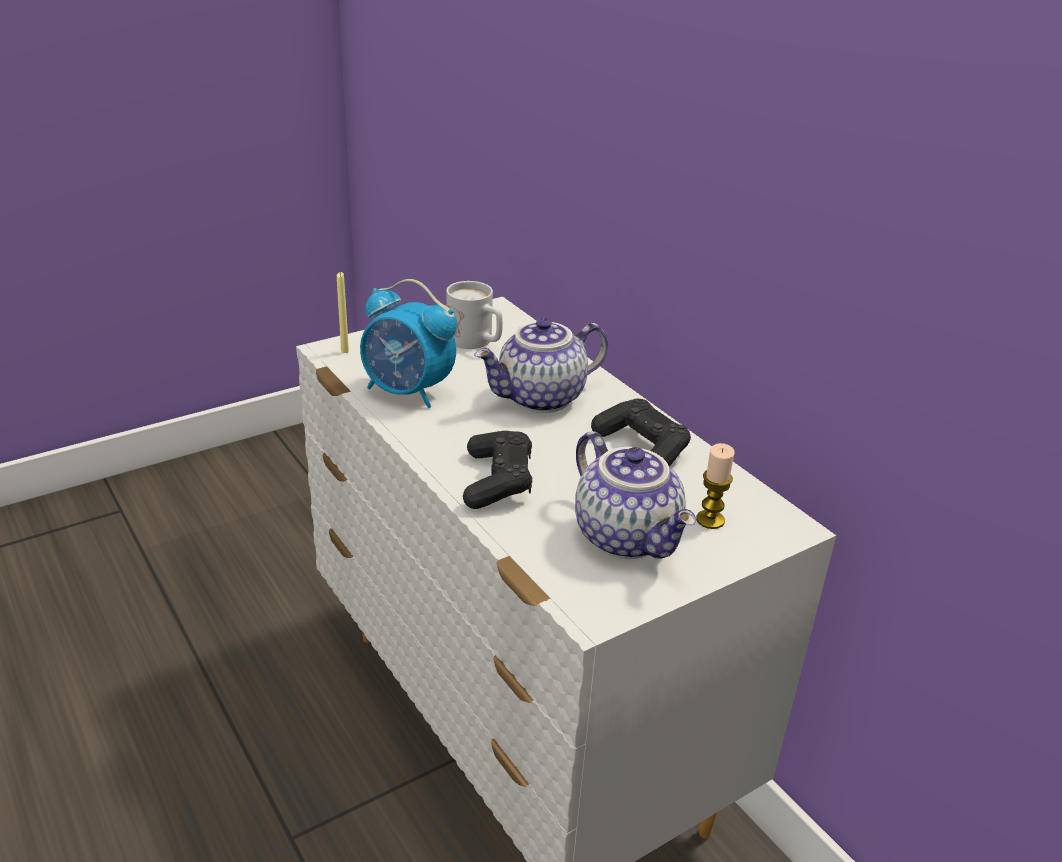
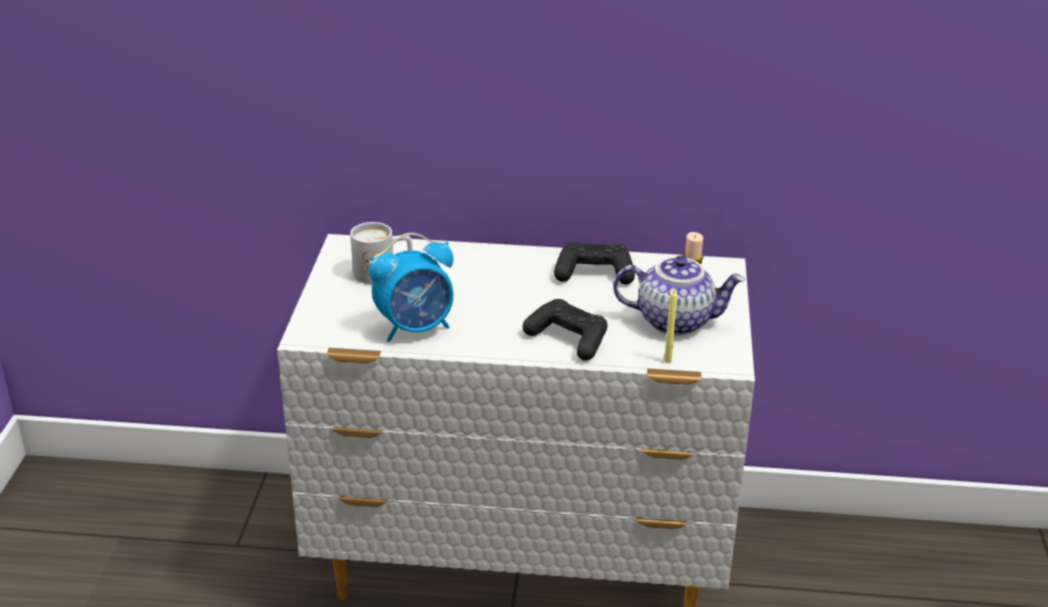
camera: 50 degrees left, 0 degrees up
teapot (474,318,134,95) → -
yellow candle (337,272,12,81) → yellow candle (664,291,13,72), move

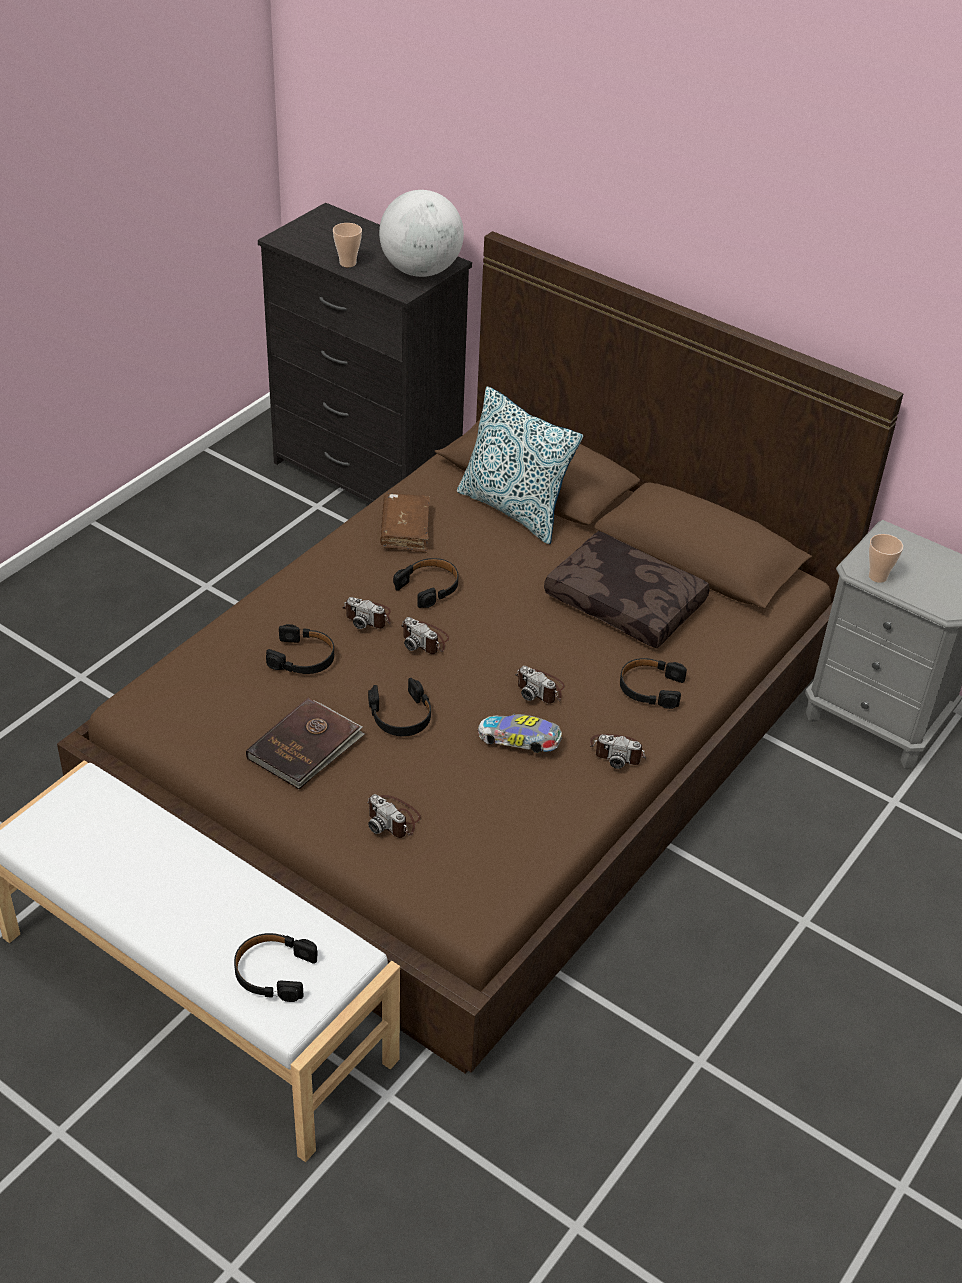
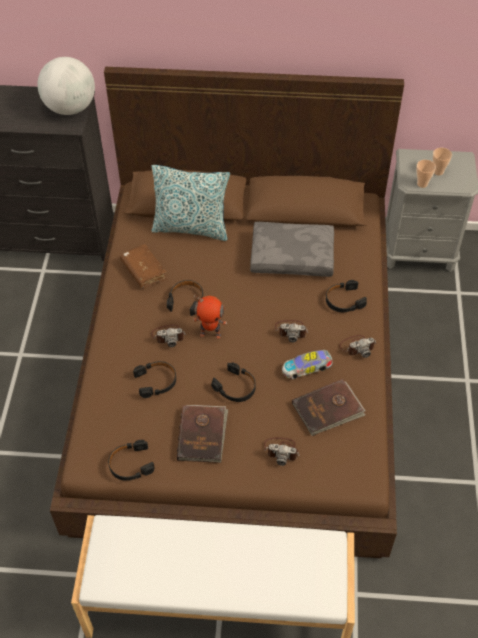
camera: 30 degrees left, 10 degrees up
- → brown book (292,379,74,57)
black headphones (234,933,84,69) → black headphones (108,440,47,41), move
cup (333,223,29,44) → cup (433,148,19,28), move
photo camera (401,617,48,37) → toy robot (193,294,34,45)
brown pillow (544,531,166,118) → grey pillow (250,222,84,55)

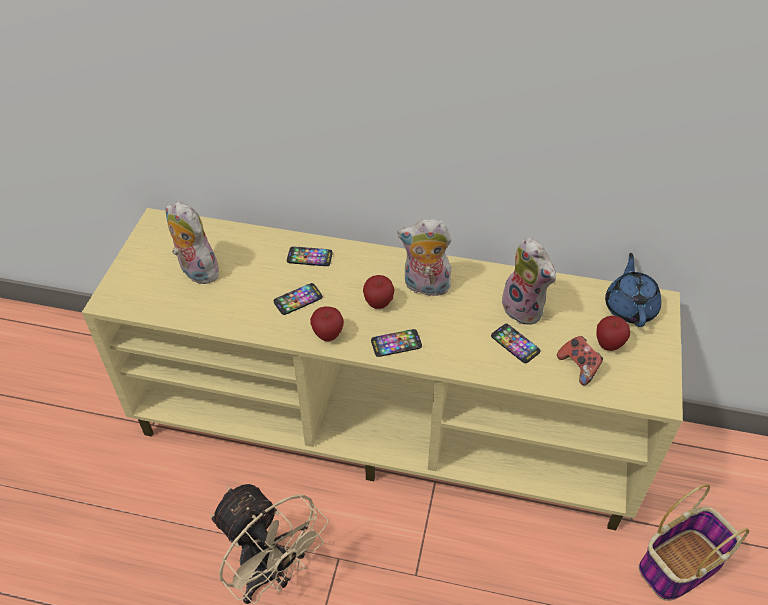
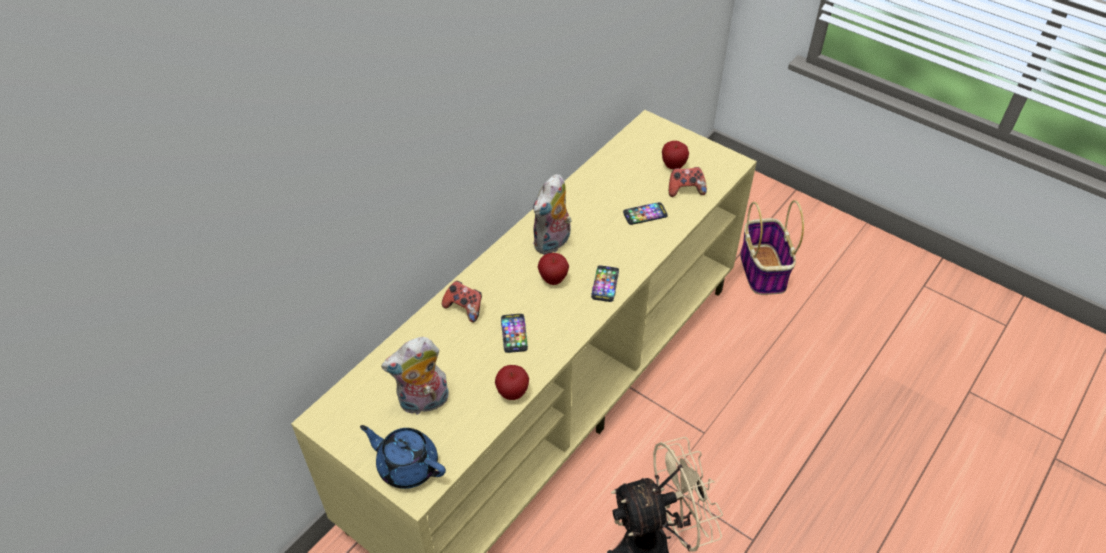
camera: 65 degrees left, 0 degrees up
plush toy (502,237,54,88) → -
apple (310,306,34,35) → apple (495,365,34,35), move
blue teapot (605,253,57,74) → blue teapot (360,425,86,64), move
phone (287,246,46,20) → game controller (442,281,40,42)

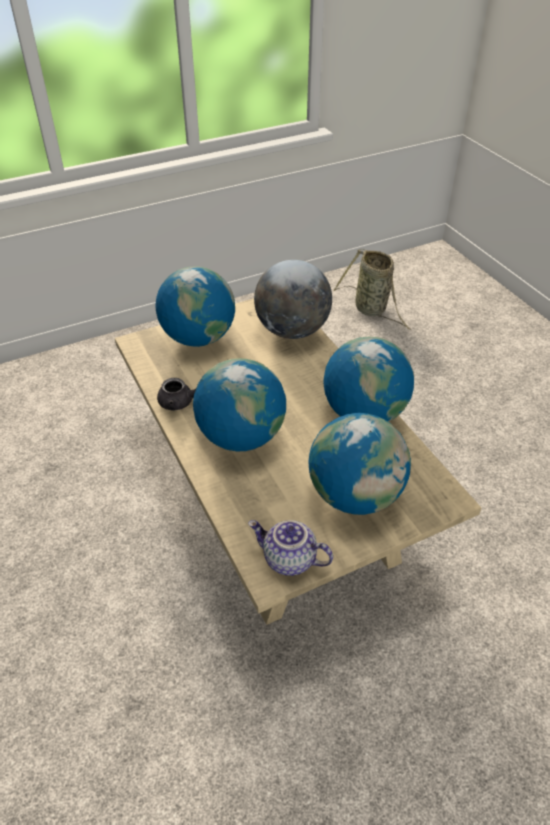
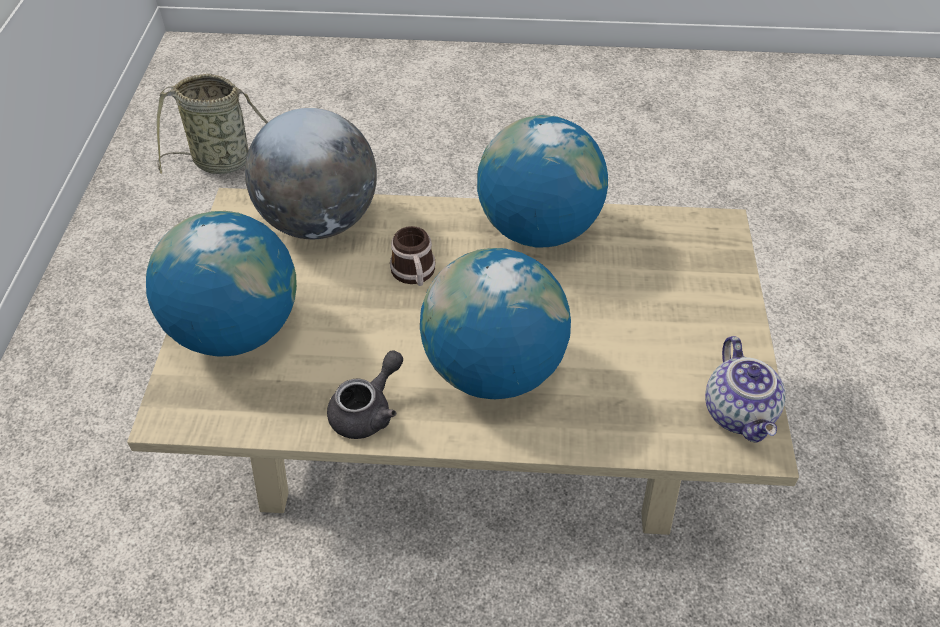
camera: 60 degrees left, 5 degrees up
globe (309,413,102,102) → -
- → mug (390,226,46,60)
teapot (248,520,85,56) → teapot (705,336,81,107), 60 degrees counterclockwise

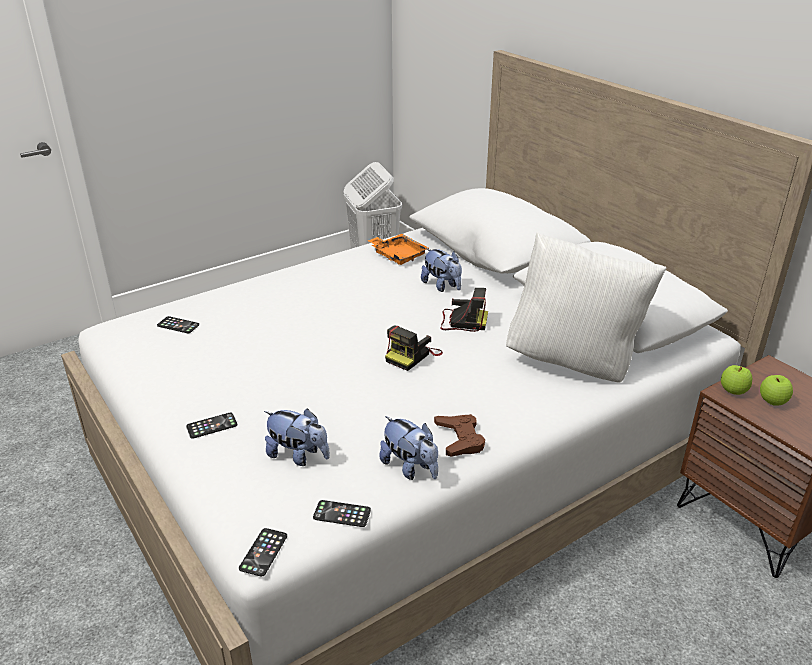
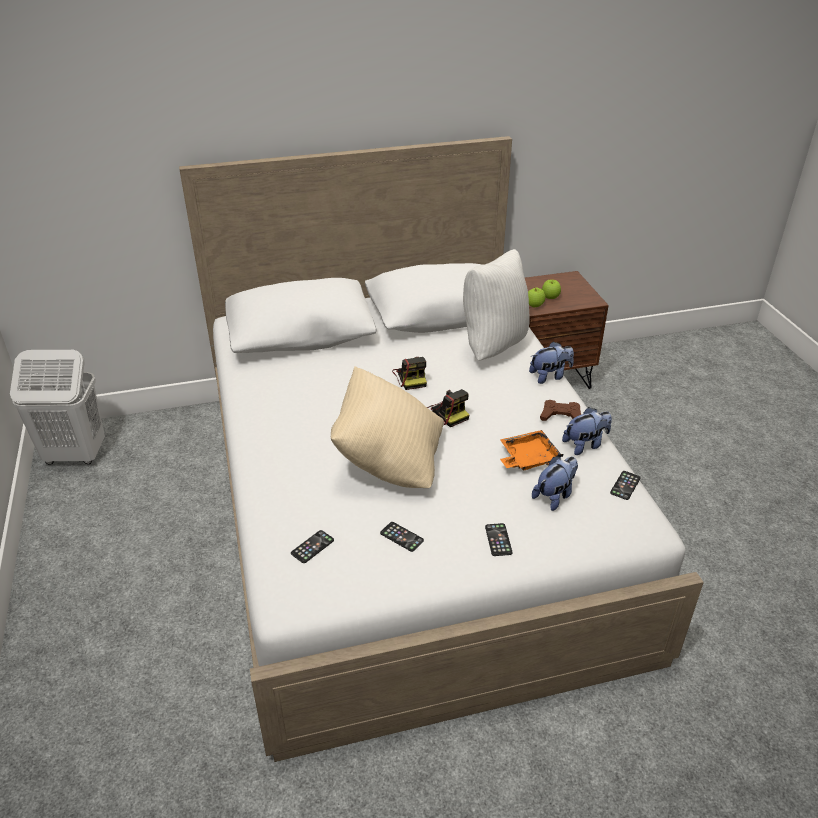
camera: 70 degrees left, 5 degrees up
- → beige pillow (331,366,113,122)
phone (239,528,48,49) → phone (380,522,44,30), move
orange tray (367,234,62,31) → orange tray (500,430,63,40), move
plush toy (421,248,41,44) → plush toy (529,341,45,43), move
photo camera (440,288,48,44) → photo camera (392,357,35,33), 135 degrees clockwise

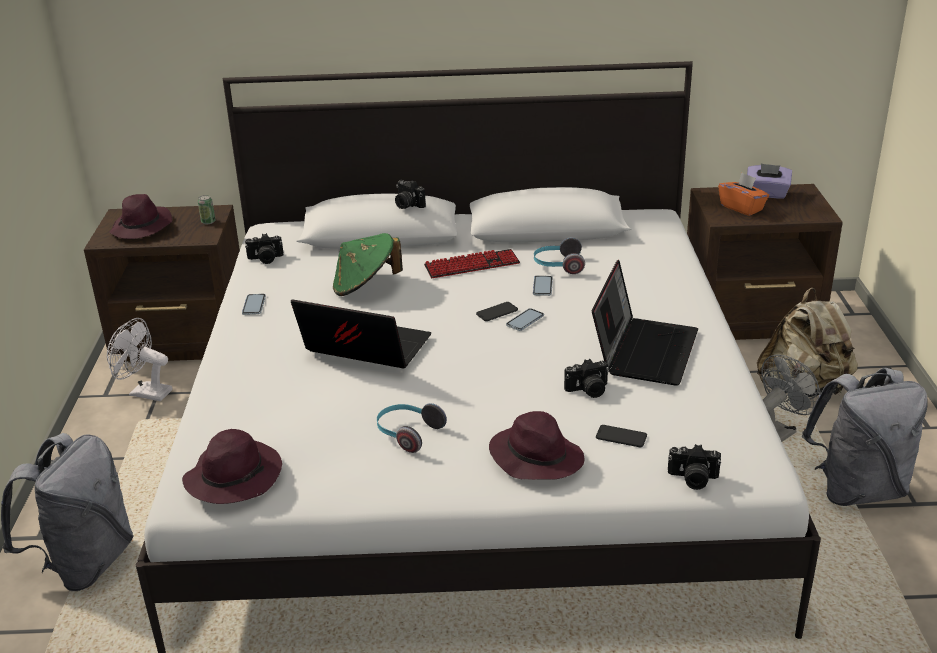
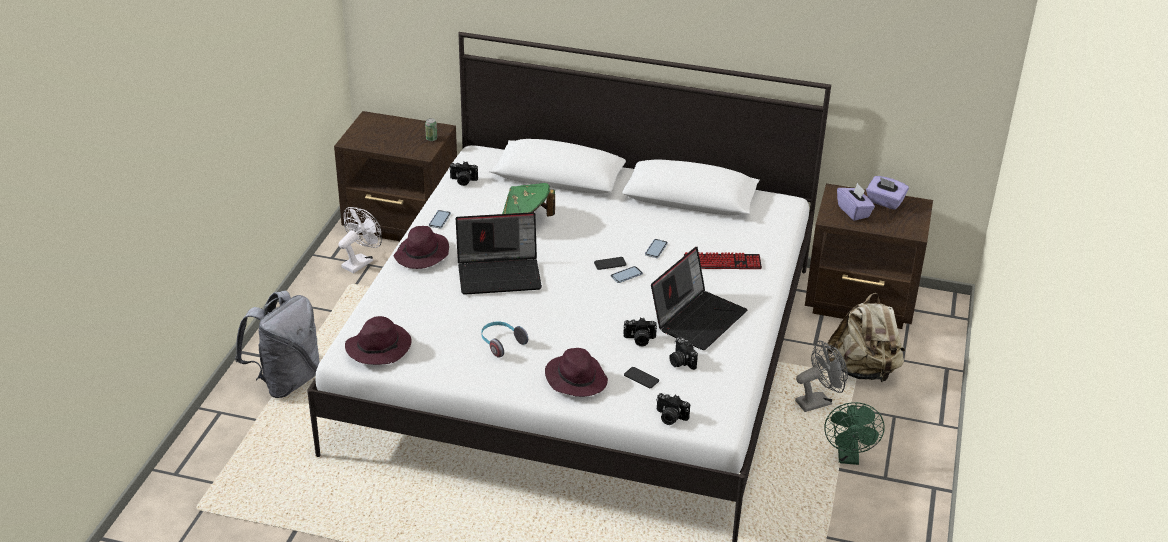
camera: 15 degrees right, 5 degrees up
headphones (534,238,51,36) → -
purple hat (109,194,63,45) → purple hat (394,226,55,43), move
photo camera (395,180,31,29) → photo camera (669,337,29,33), move
keyboard (424,249,96,29) → keyboard (684,252,78,17), move
grey backpack (802,368,126,138) → green fan (824,402,61,63)
orange tissue box (718,172,51,44) → purple tissue box (837,183,38,38)
white fan (107,318,65,83) → white fan (338,207,44,66), 90 degrees clockwise
laptop (291,299,140,69) → laptop (456,212,86,83), 135 degrees clockwise

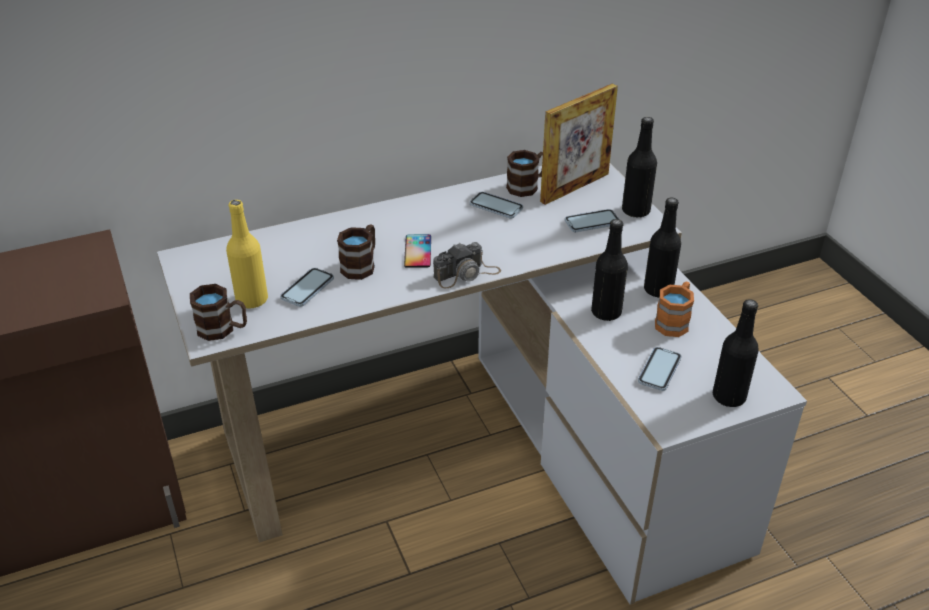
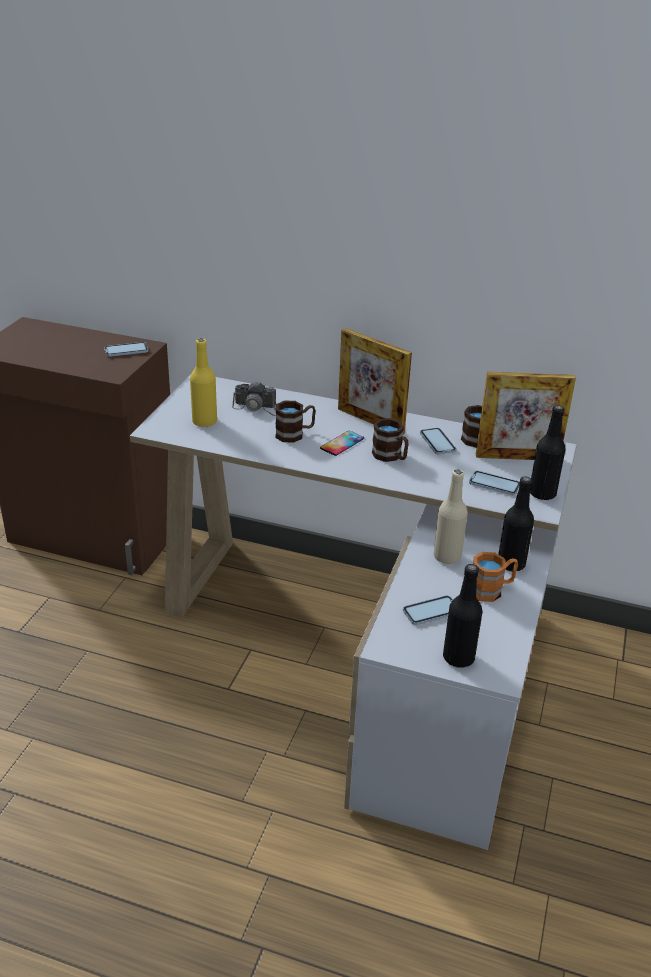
camera: 40 degrees right, 5 degrees down
- → picture frame (338,328,74,106)
brown mug (190,284,57,57) → brown mug (372,418,37,44), move
phone (280,268,54,39) → phone (104,342,44,15), move
photo camera (433,242,68,46) → photo camera (232,382,44,34), move
black bottle (591,219,37,102) → beige bottle (434,469,34,95)

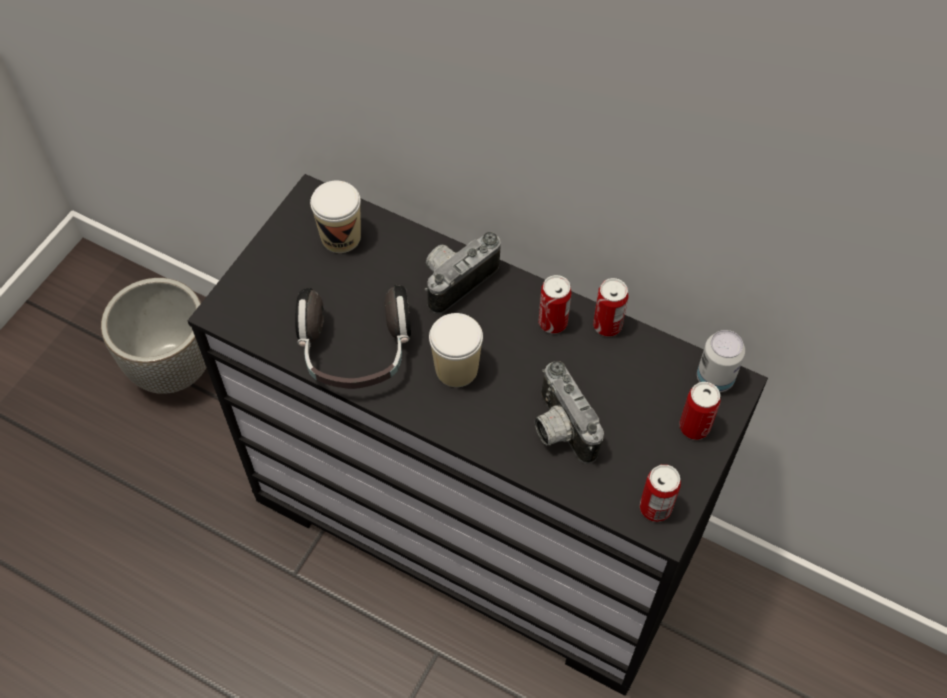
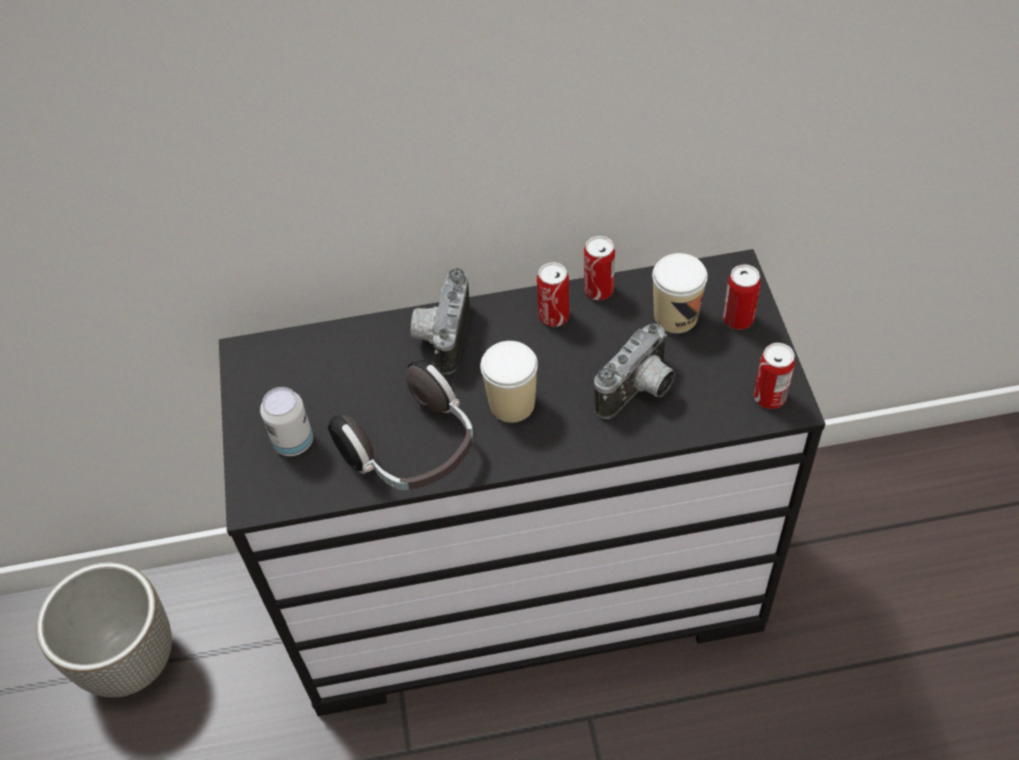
camera: 35 degrees left, 5 degrees down
cup (310,181,51,72) → cup (652,253,56,80), move
can (697,330,48,62) → can (260,387,53,69), move
photo camera (535,361,69,103) → photo camera (594,324,81,95), 75 degrees counterclockwise

